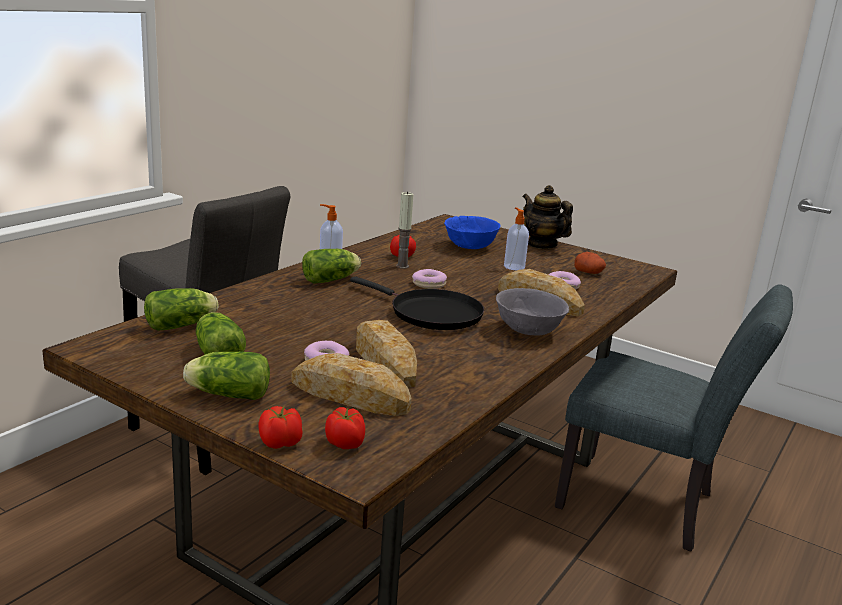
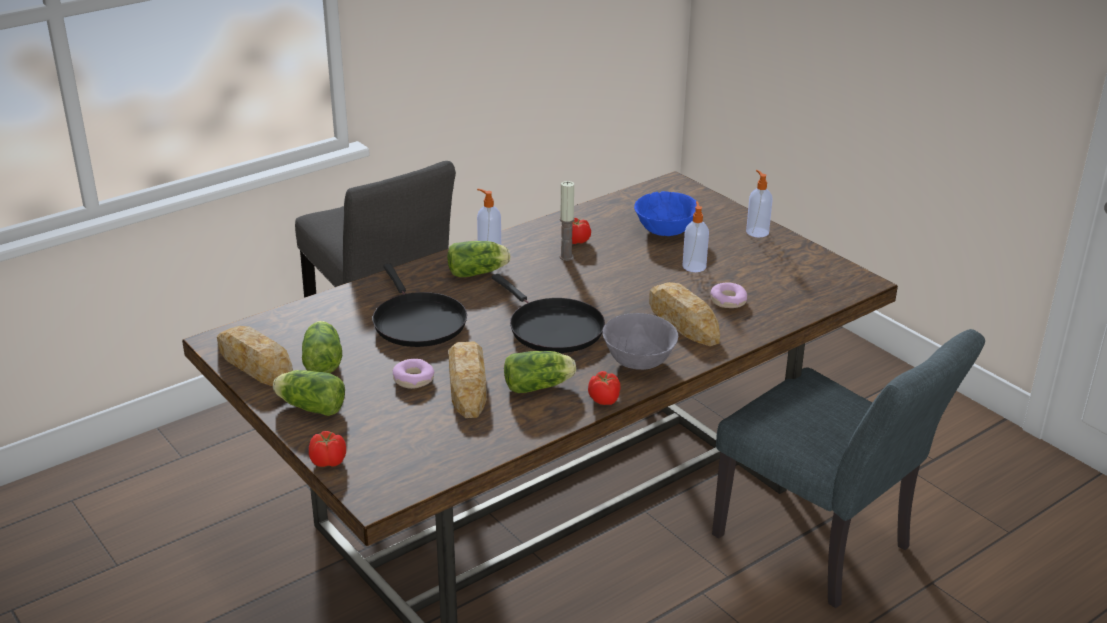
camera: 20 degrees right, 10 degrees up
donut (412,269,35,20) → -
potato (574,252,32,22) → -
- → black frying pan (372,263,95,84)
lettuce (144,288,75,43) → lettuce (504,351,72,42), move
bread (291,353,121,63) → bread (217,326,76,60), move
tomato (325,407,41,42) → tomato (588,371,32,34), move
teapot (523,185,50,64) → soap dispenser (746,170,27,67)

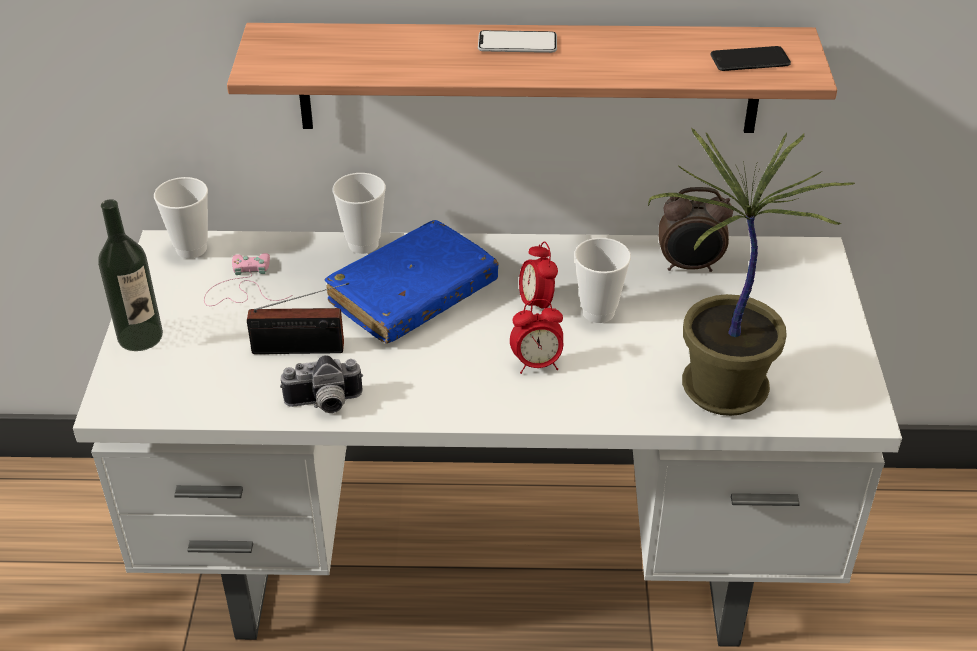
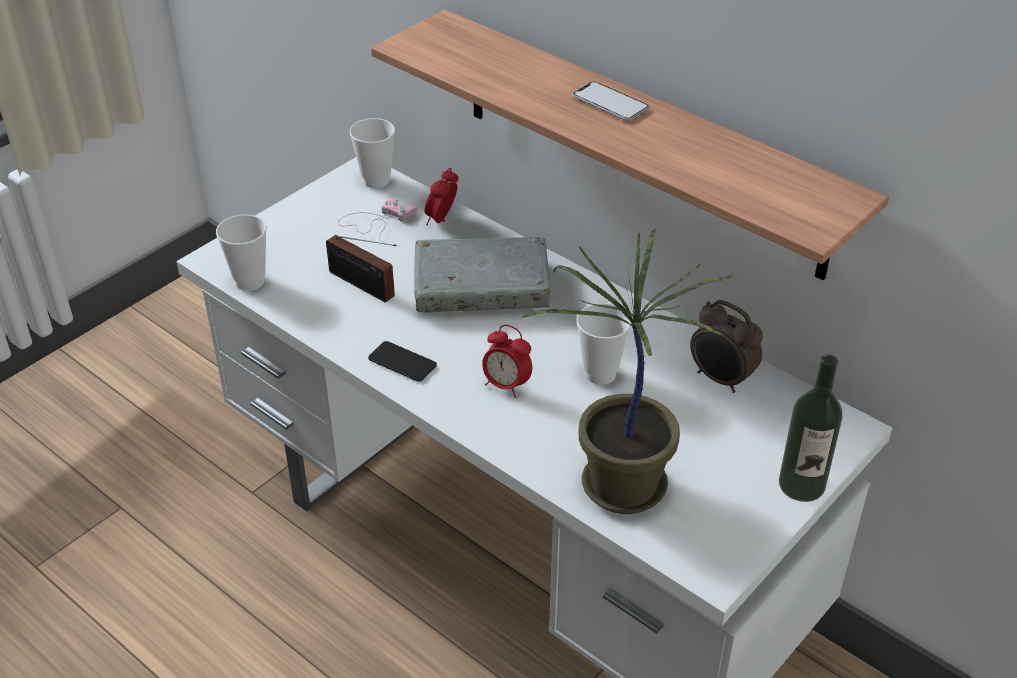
camera: 40 degrees right, 0 degrees up
photo camera (280,355,83,58) → -
bottle (98,199,65,152) → bottle (779,354,64,148), move
cup (332,173,54,81) → cup (216,214,51,77), move
alarm clock (519,241,39,71) → alarm clock (424,168,35,57), move
phone (711,46,80,25) → phone (368,341,69,41), move
blue book (325,220,174,124) → grey book (414,237,136,76)

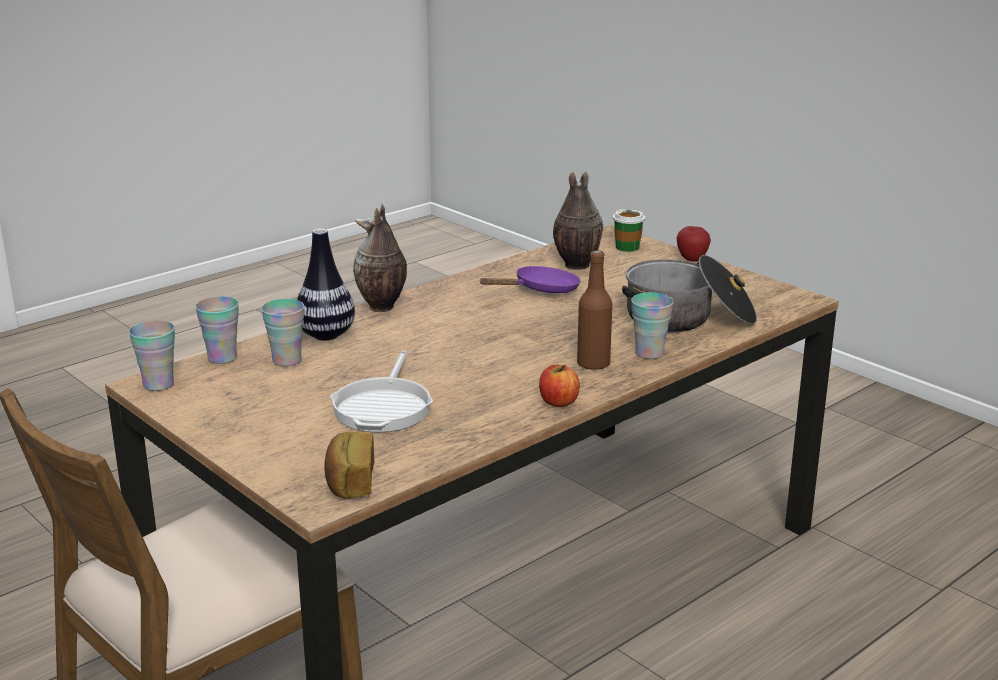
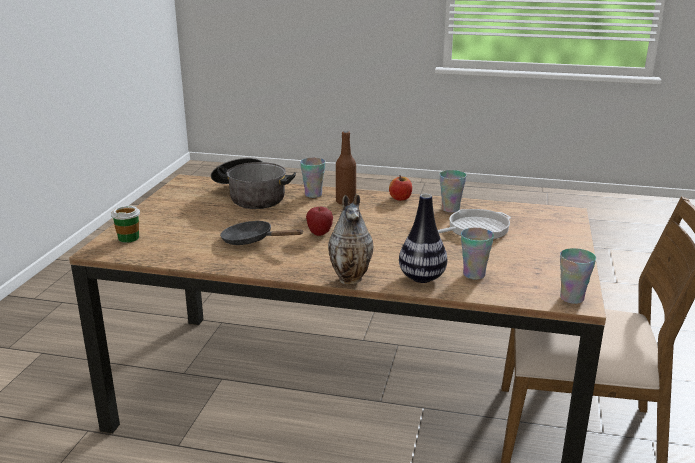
camera: 125 degrees left, 0 degrees up
bread (325,431,49,67) → -
vase (553,171,50,99) → -
cup (195,296,44,68) → cup (439,170,27,42), move
apple (676,226,35,35) → apple (306,207,27,29), move
purple frying pan (479,266,102,27) → black frying pan (220,220,83,25)

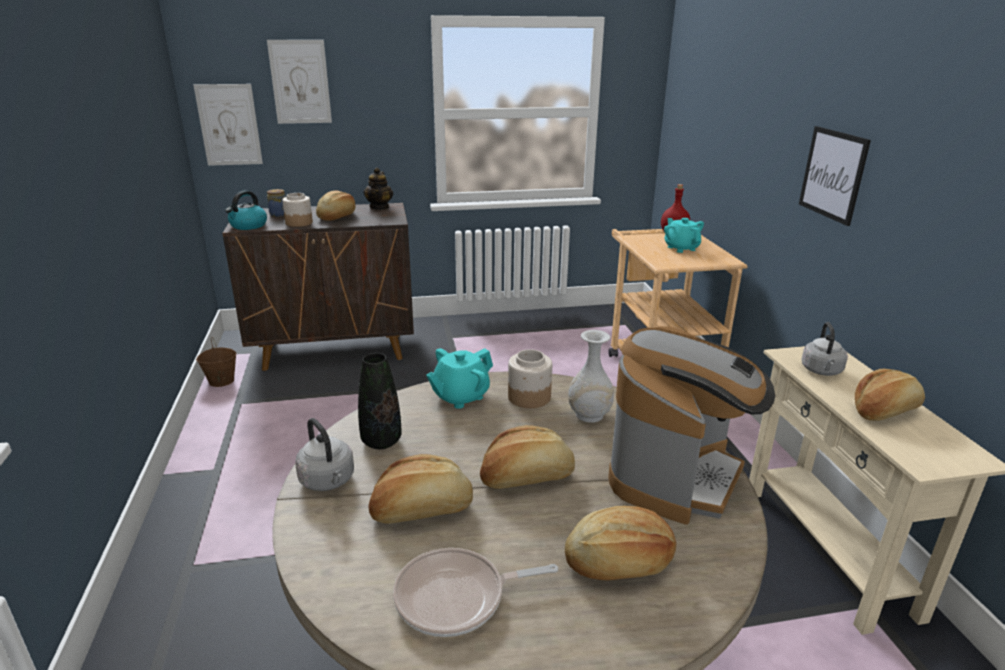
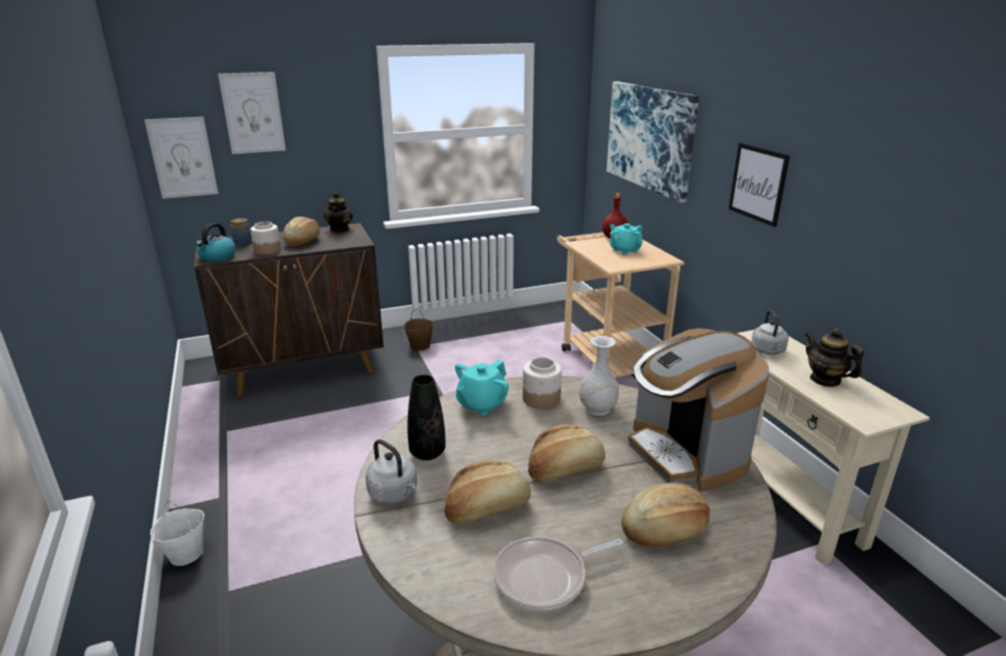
camera: 10 degrees left, 0 degrees up
- → white bucket (150,501,54,65)
- → picture (607,81,92,122)
brown bucket (196,337,41,50) → brown bucket (404,309,30,42), move
bread (855,369,70,52) → teapot (805,328,59,59)
coffee machine (608,326,167,199) → coffee machine (628,328,141,164), 135 degrees clockwise

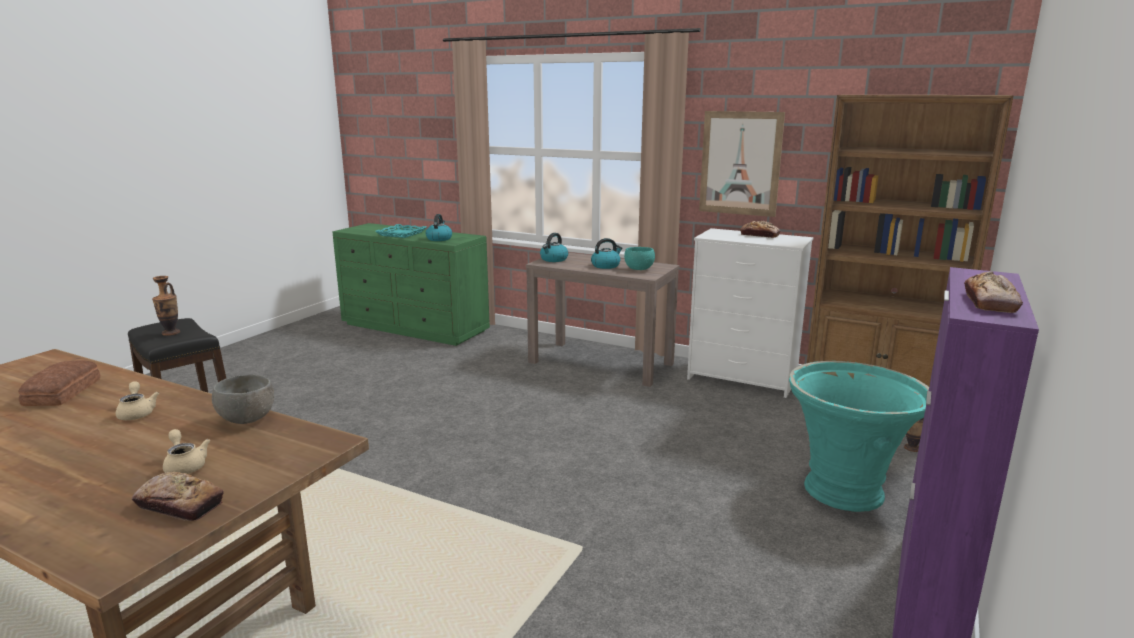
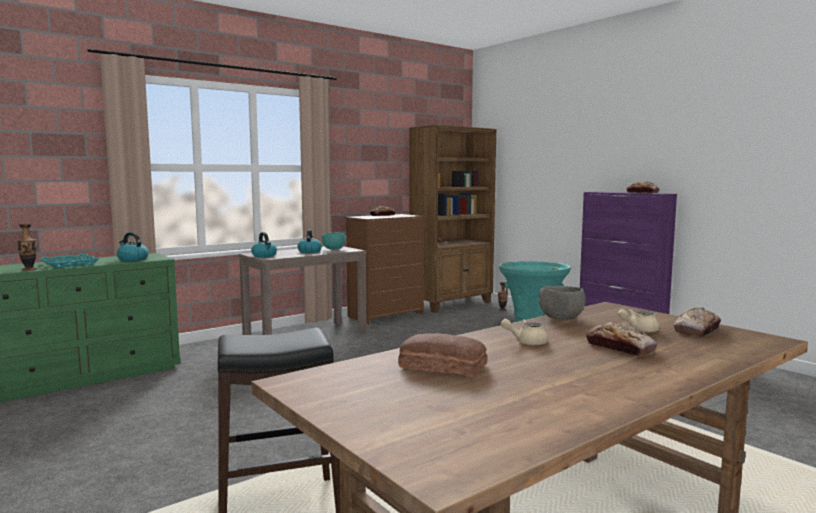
camera: 65 degrees left, 10 degrees down
picture (699,111,86,106) → -
- → bread (586,322,71,34)
vase (152,276,28,60) → vase (17,224,20,47), move
white dresser (687,228,126,170) → brown dresser (345,214,80,110)

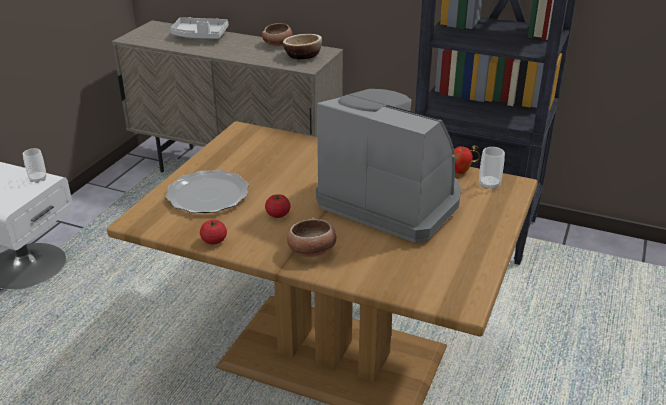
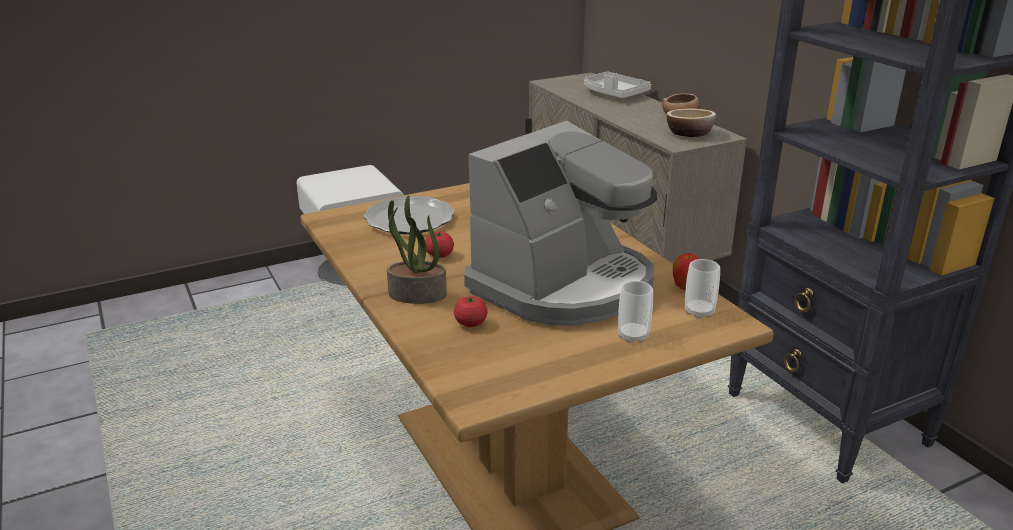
camera: 40 degrees right, 5 degrees down
cup (22,148,25,35) → cup (618,281,35,62), move
tomato (200,220,27,25) → tomato (454,296,34,31), move
bowl (287,217,49,40) → potted plant (387,195,60,109)
coffee machine (316,89,145,154) → coffee machine (464,121,193,205), 60 degrees clockwise

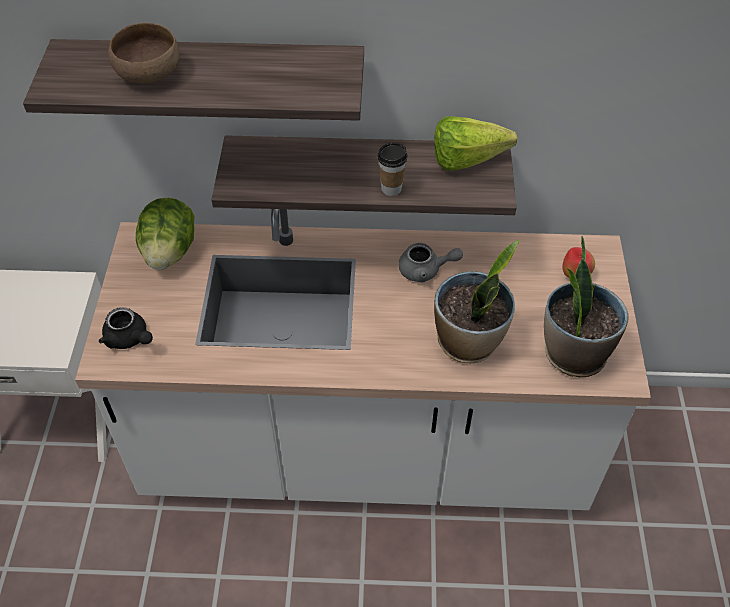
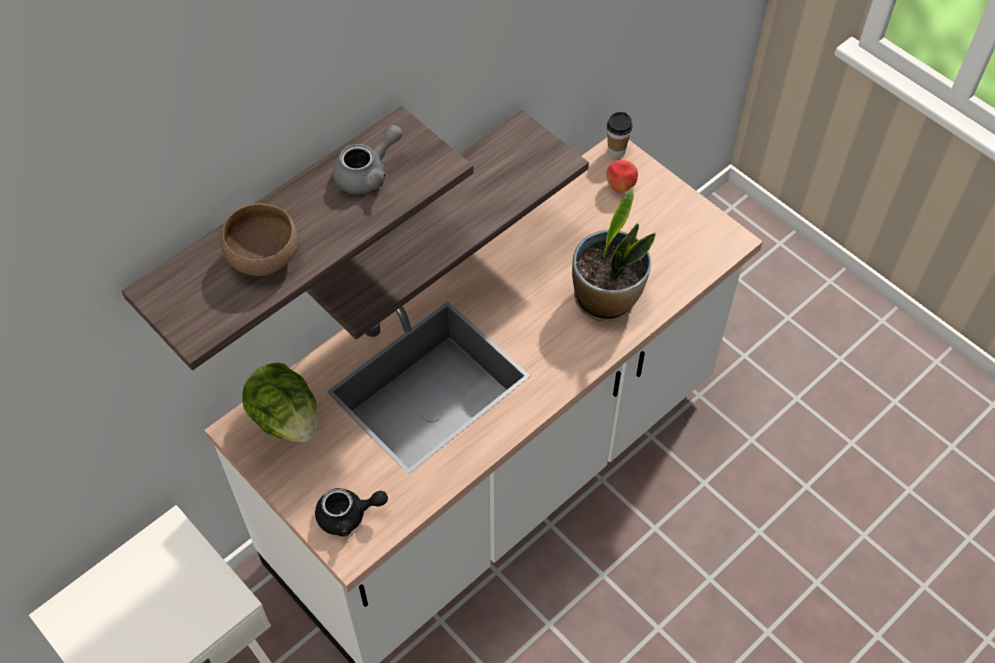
camera: 45 degrees left, 5 degrees up
lettuce (434,116,84,54) → -
potted plant (544,236,85,141) → -
cup (378,142,29,54) → cup (607,112,25,46), move
grey teapot (399,243,64,40) → grey teapot (333,125,70,69), move

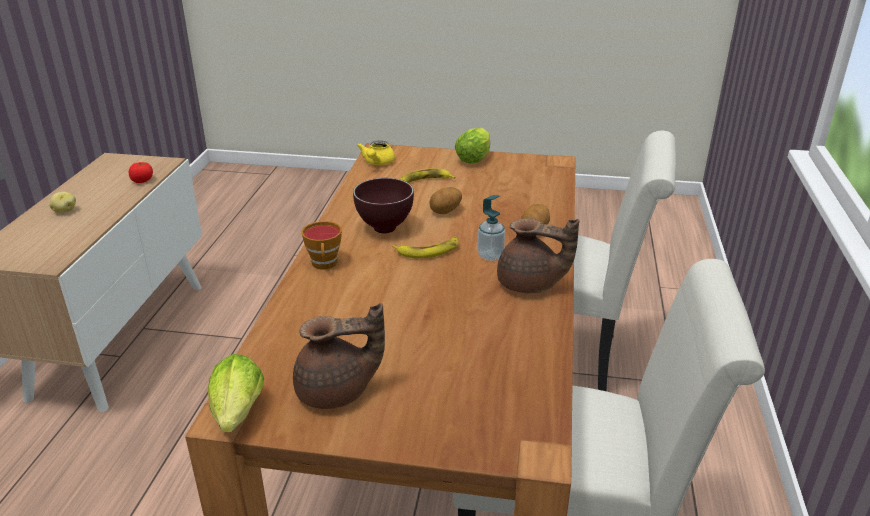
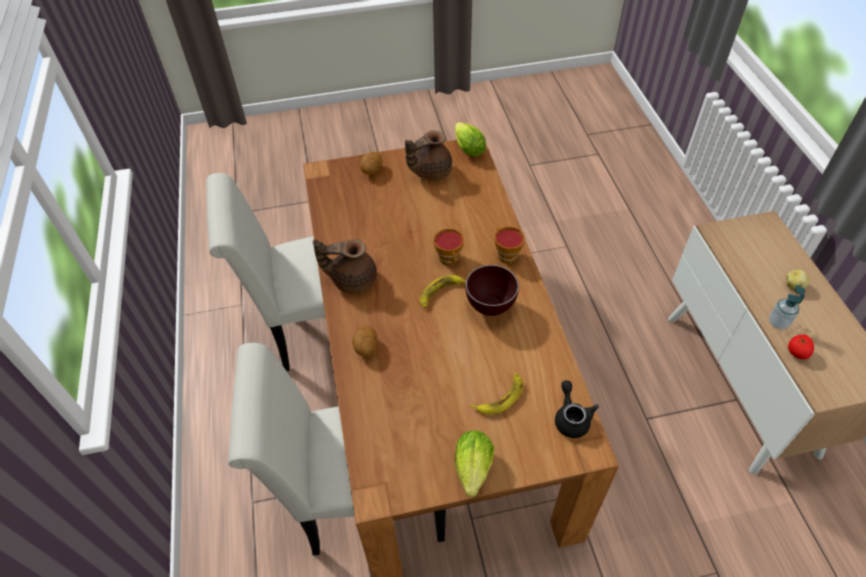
camera: 160 degrees right, 20 degrees up
- → cup (434,228,30,38)
potato (429,187,33,27) → potato (360,152,23,23), move
soap dispenser (477,195,28,66) → soap dispenser (769,285,36,44), move
yellow teapot (357,140,38,25) → black teapot (555,380,44,58)

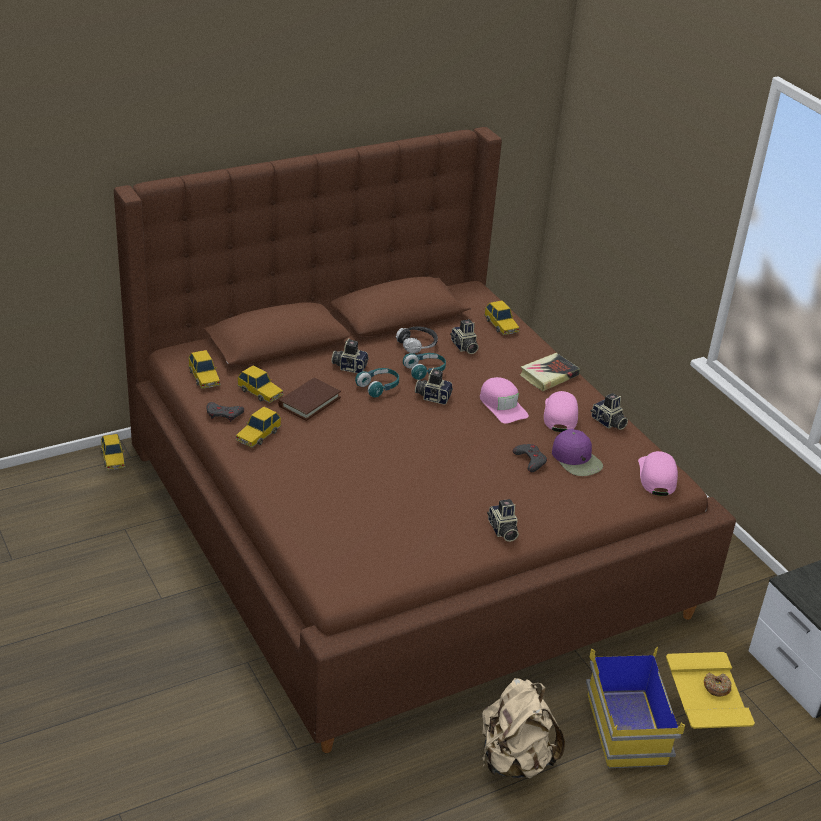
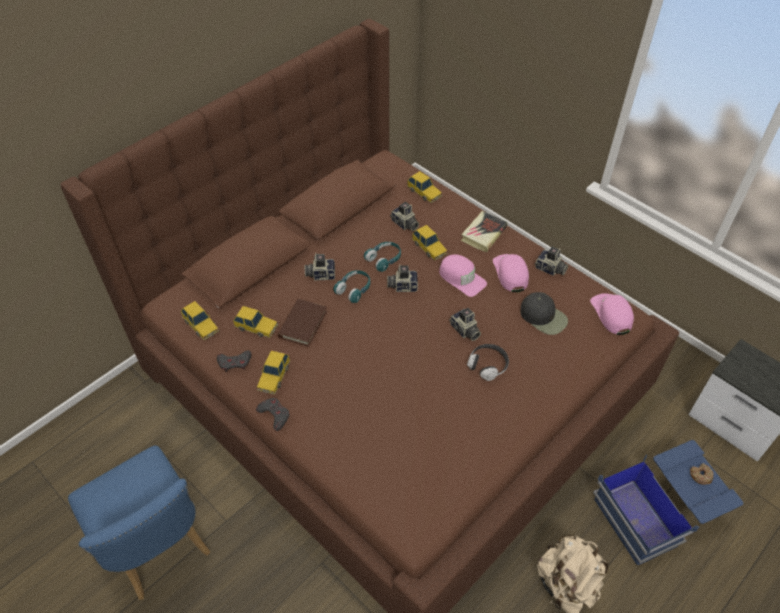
camera: 15 degrees left, 15 degrees up
- → blue chair (68,445,142,155)
toy car (101,434,25,36) → toy car (412,225,36,36), move
headphones (396,326,42,27) → headphones (467,344,42,37), move
photo camera (487,499,32,43) → photo camera (449,308,32,33), move
grey game controller (513,444,34,28) → grey game controller (256,398,34,33), move
purple cap (552,429,51,47) → black cap (520,292,48,43)
yellow storage box (586,647,169,121) → blue storage box (593,440,150,125)

